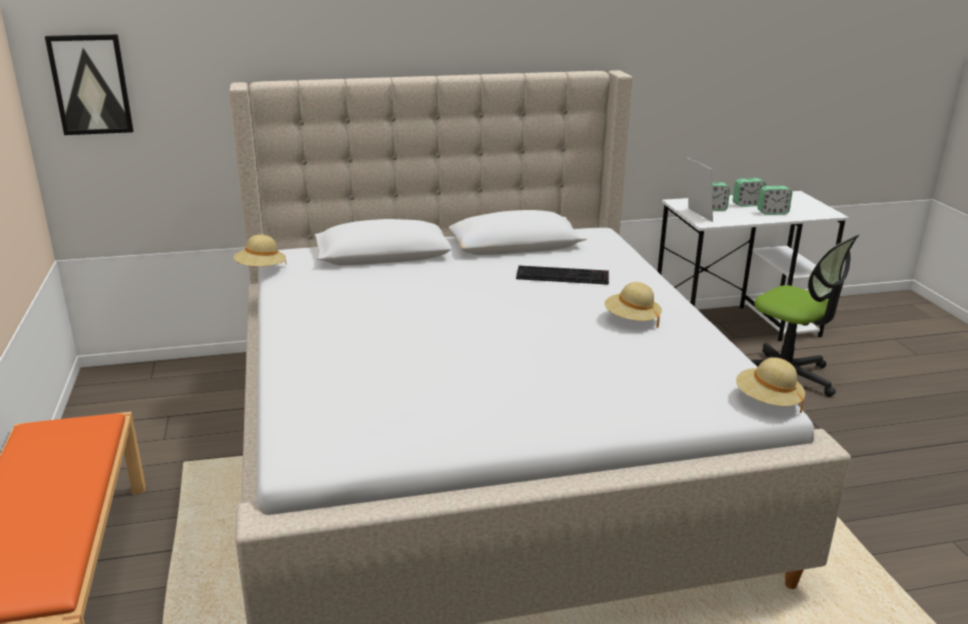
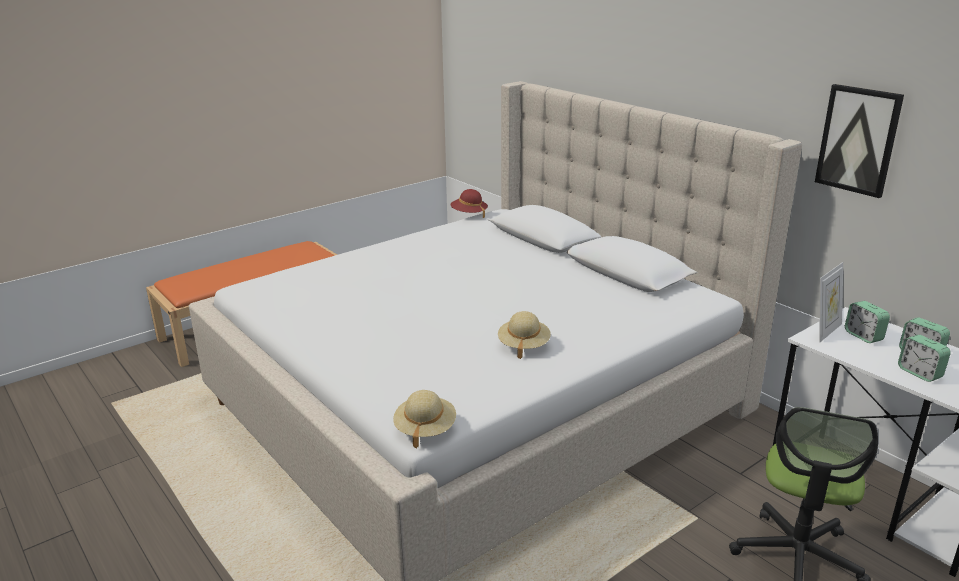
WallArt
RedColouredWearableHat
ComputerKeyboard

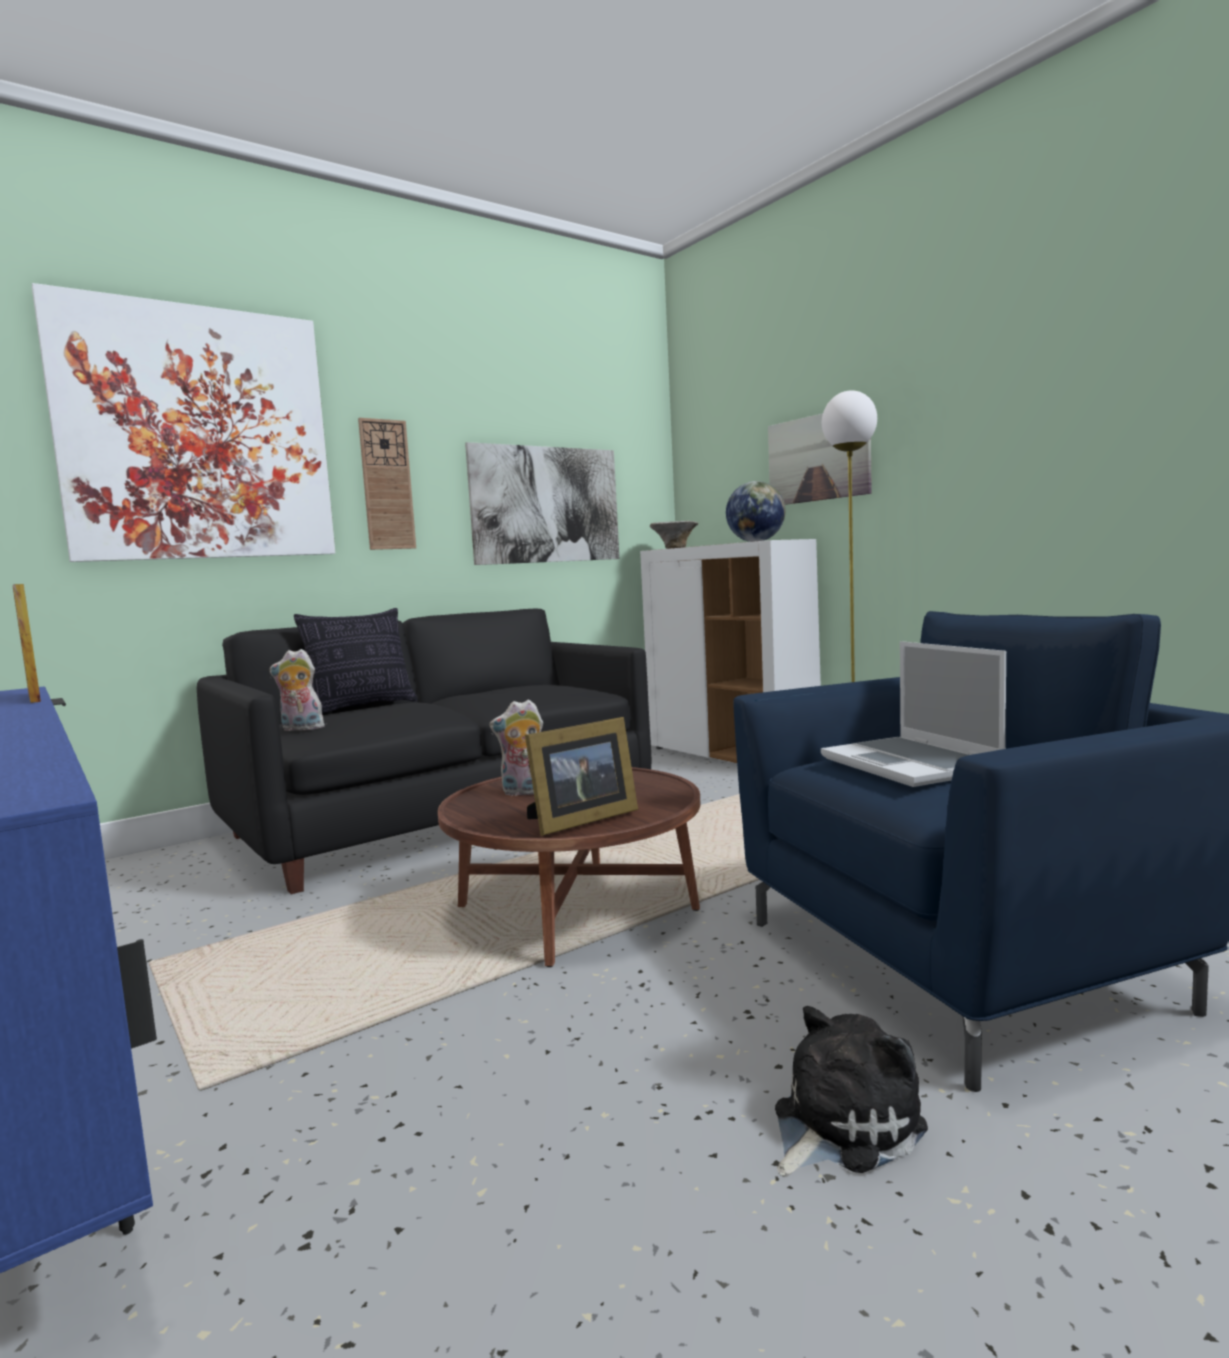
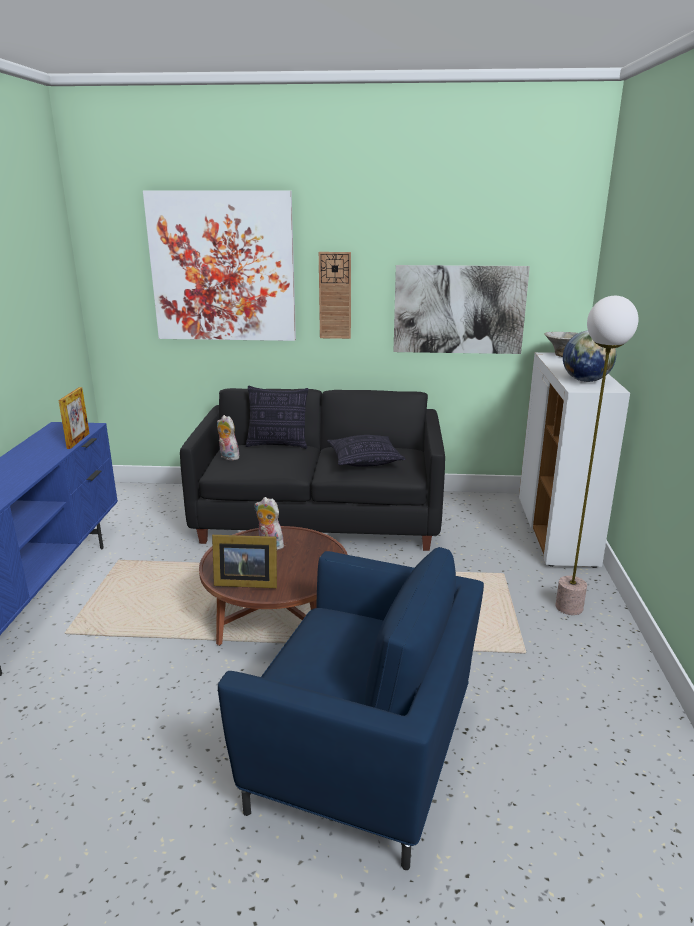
WallArt (3rd from left in the first image)
NotebookComputer
CuddlyToy (3rd from left in the first image)
Cushion (2nd from left)

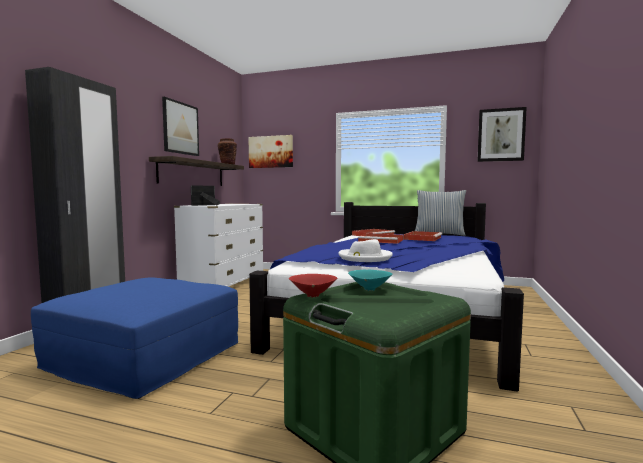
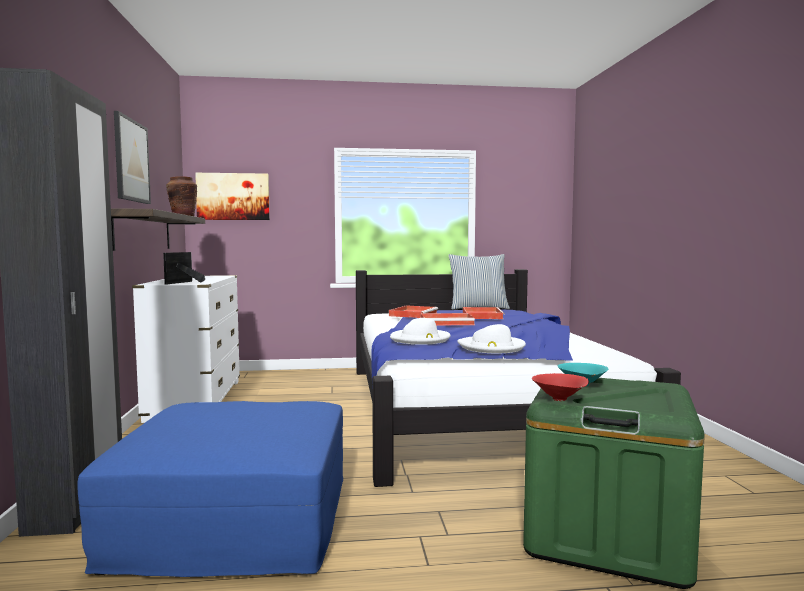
WallArt (3rd from left in the first image)
WhiteColouredWearableHat (1st from left)

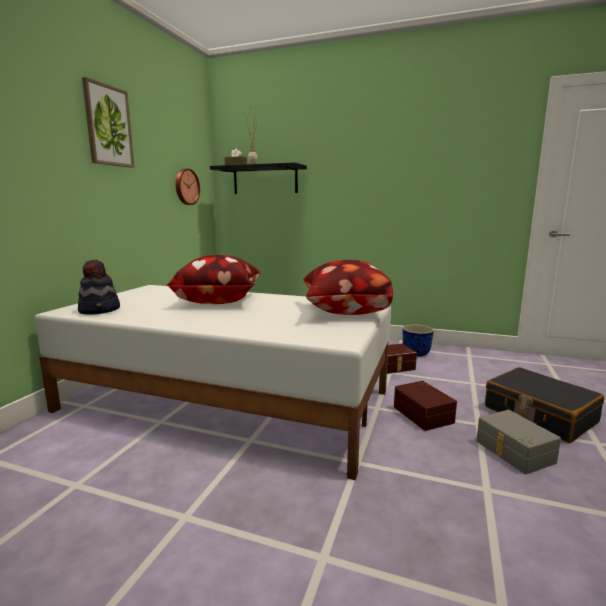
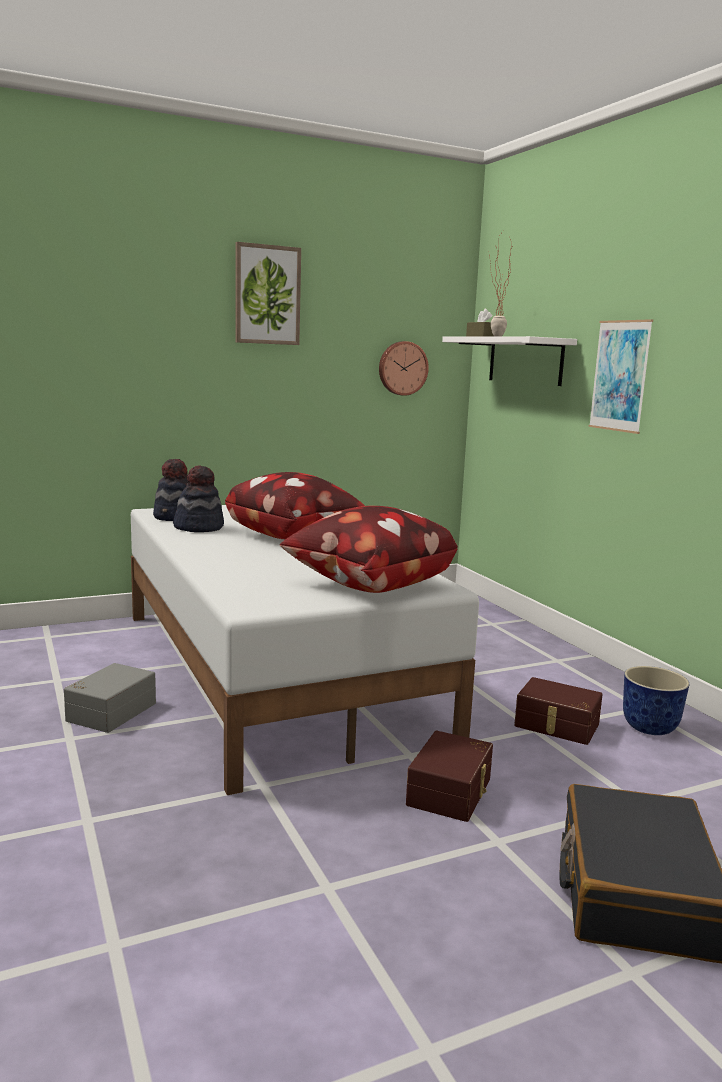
WhiteColouredBracketShelf
GreyishStorageBox
WallArt (2nd from left)
WearableHat (2nd from left)

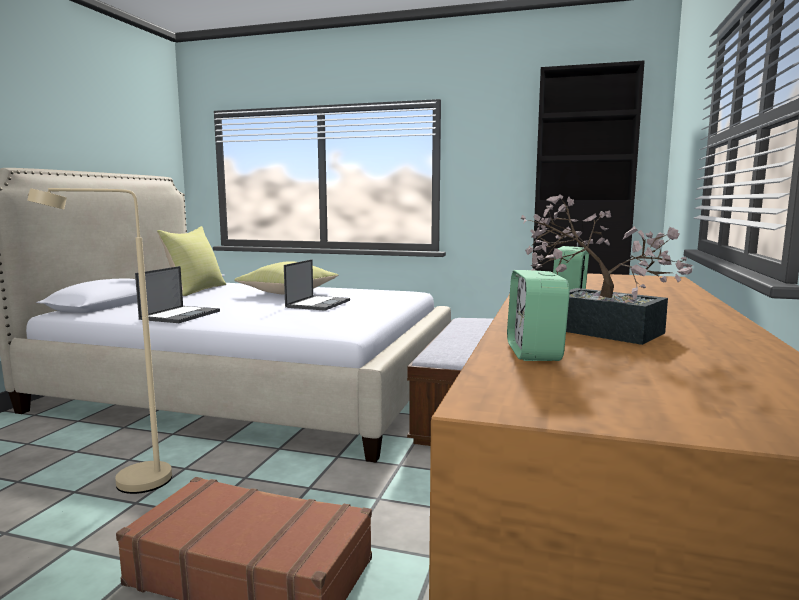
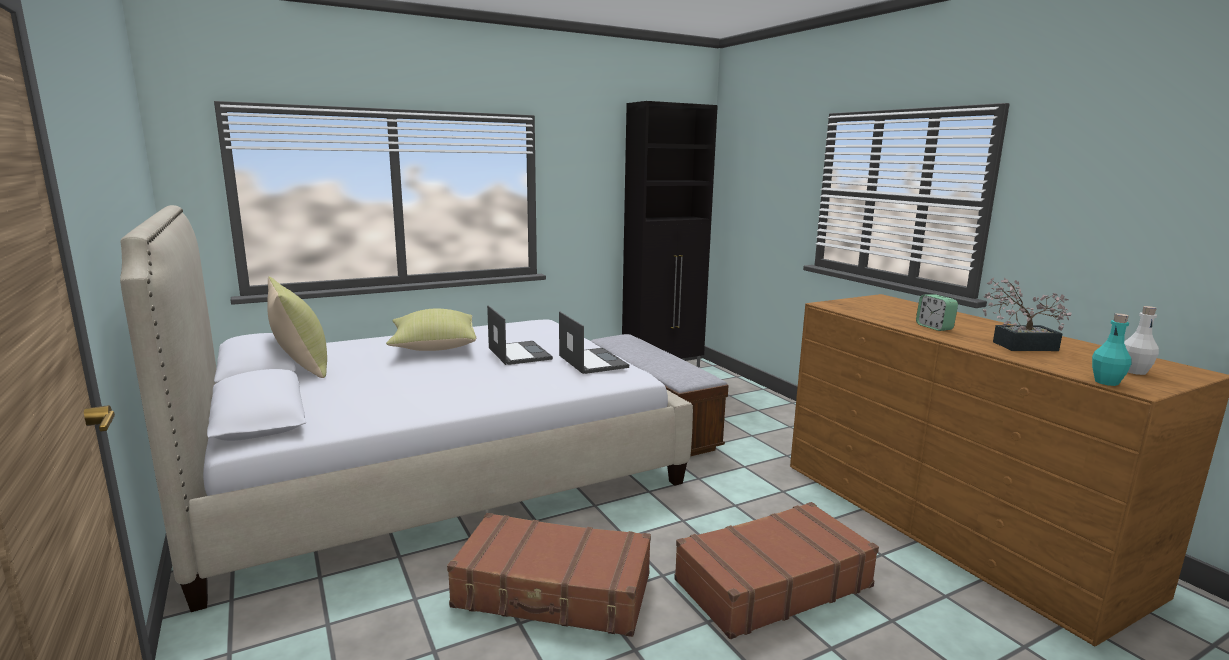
BrownTravelCase (1st from left)
NotebookComputer (2nd from left)
BedsideClock (1st from left in the first image)
WhiteColouredDrinkBottle
BlueGreenDrinkBottle

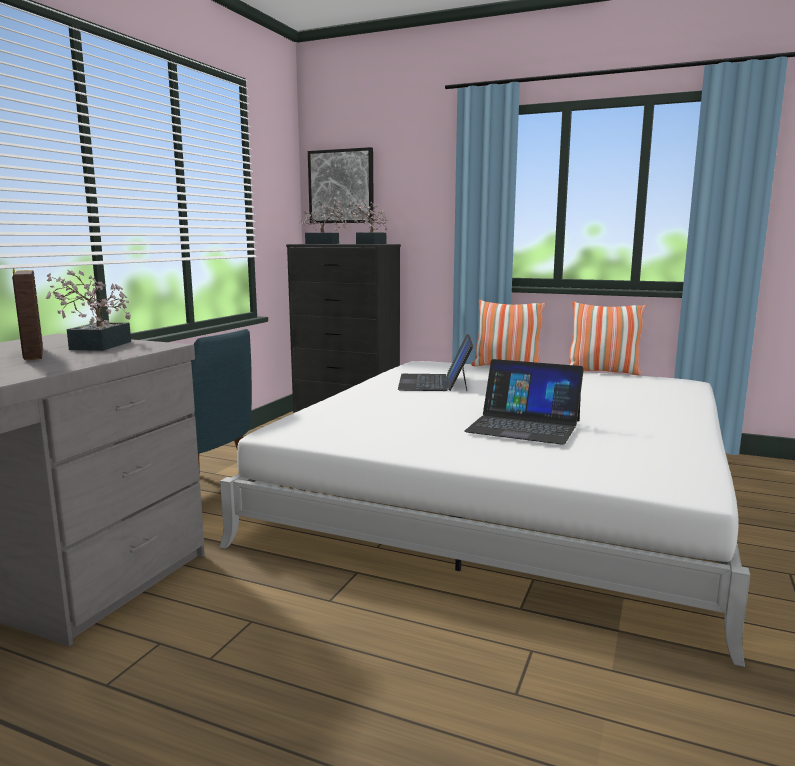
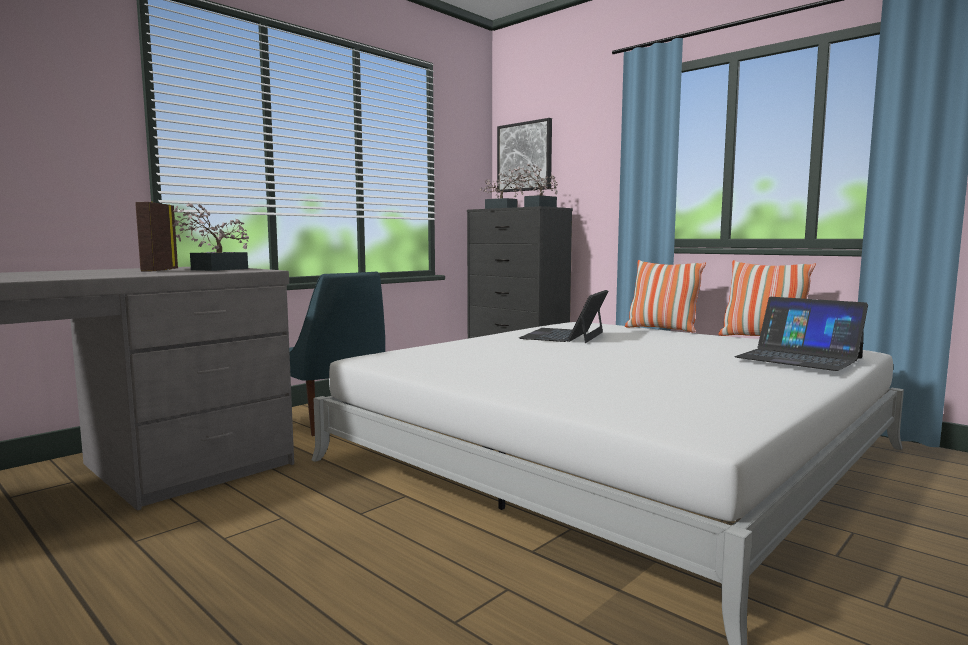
NotebookComputer (2nd from left)

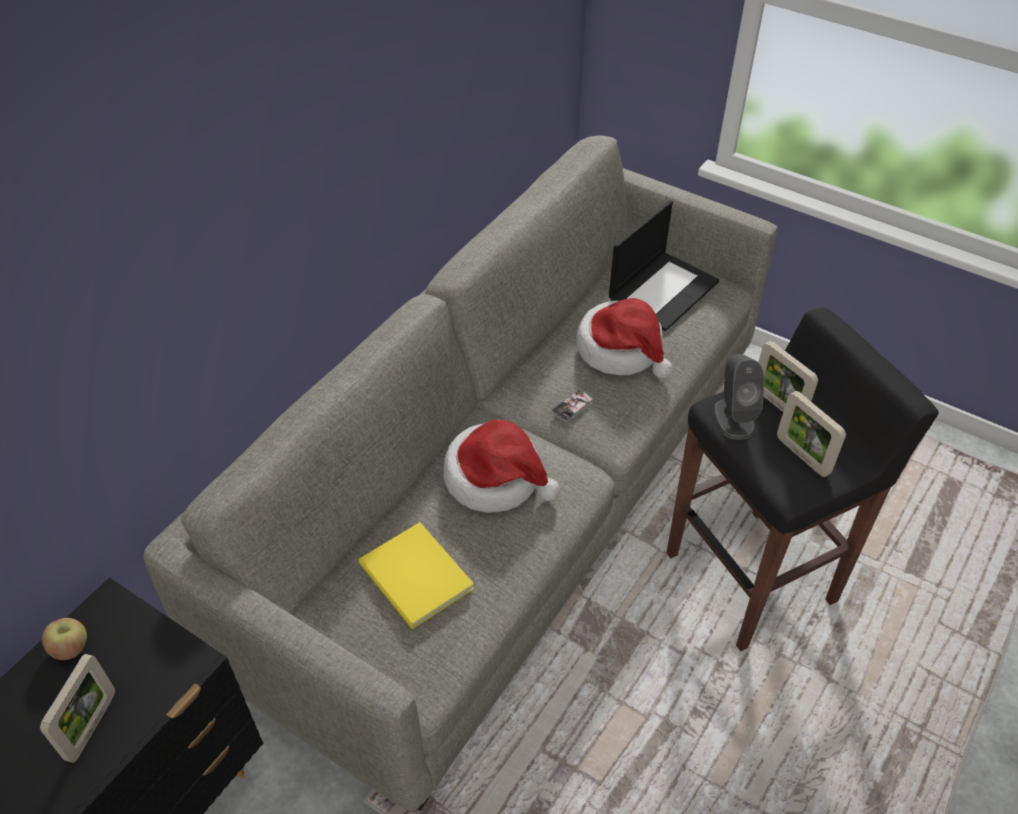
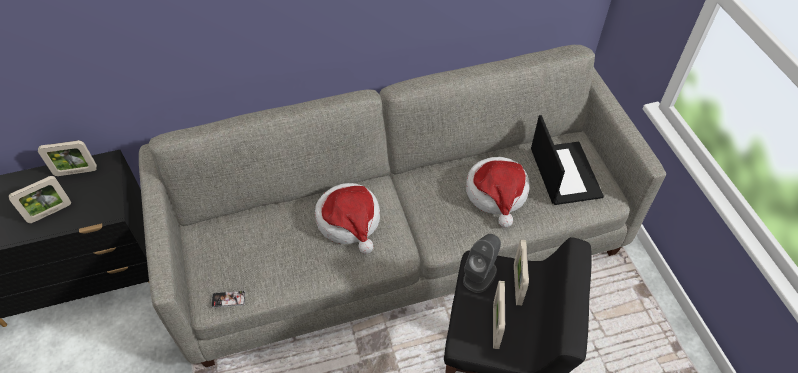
NotebookComputer
Phone
YellowishVolume
PhotoFrame (2nd from left)

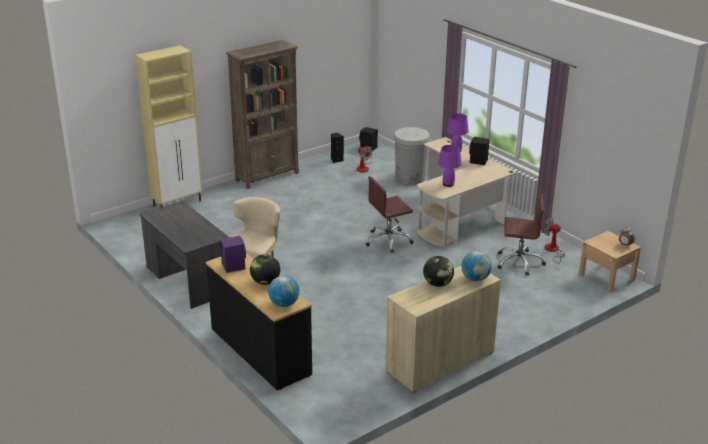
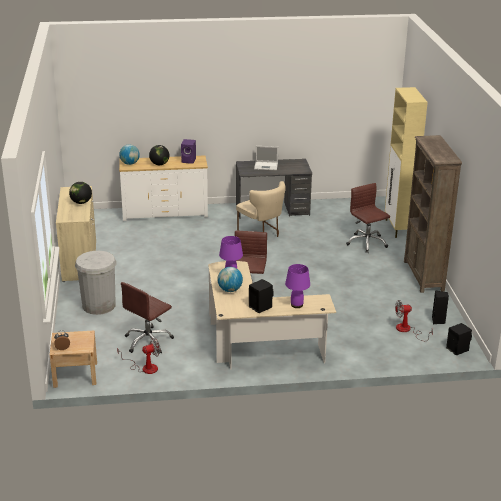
WhiteColouredWasteBin
Globe (4th from left)
WhiteColouredDresser
NotebookComputer
BrownDeskChair (3rd from left)

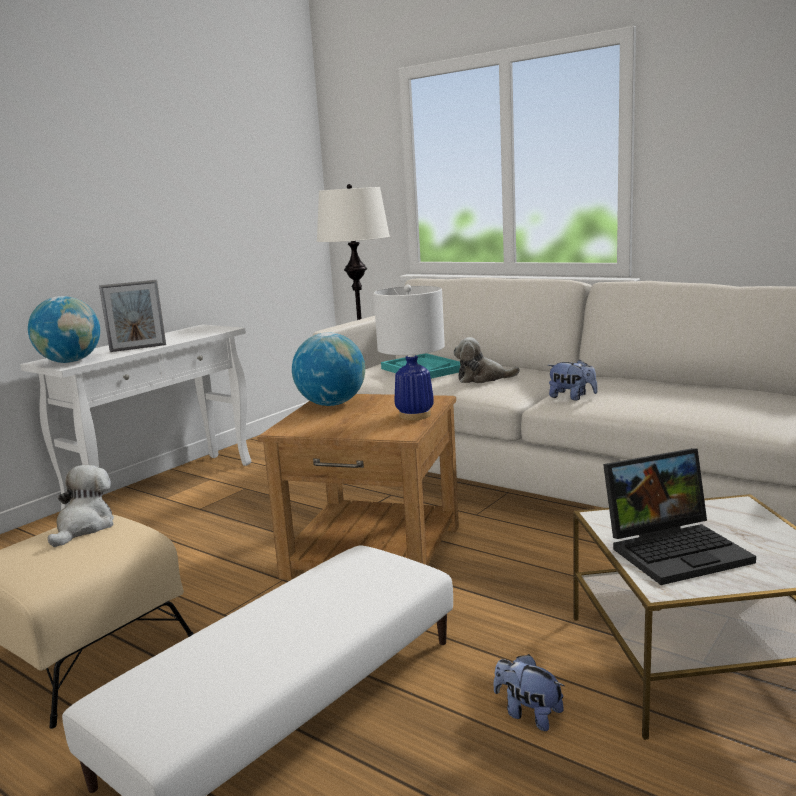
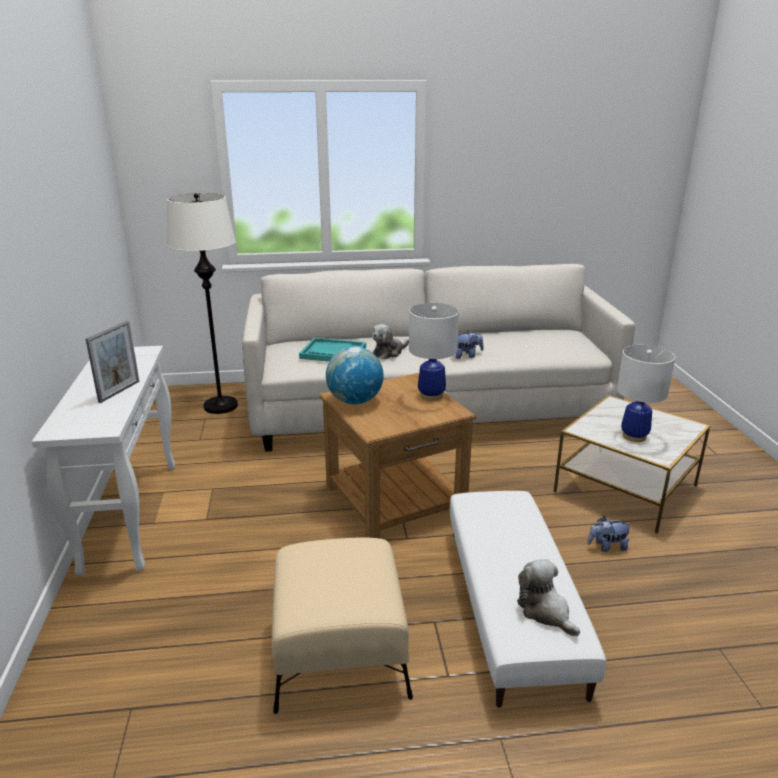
Globe (1st from left in the first image)
WhiteColouredLampForATable (2nd from left)
CuddlyToy (3rd from left)

